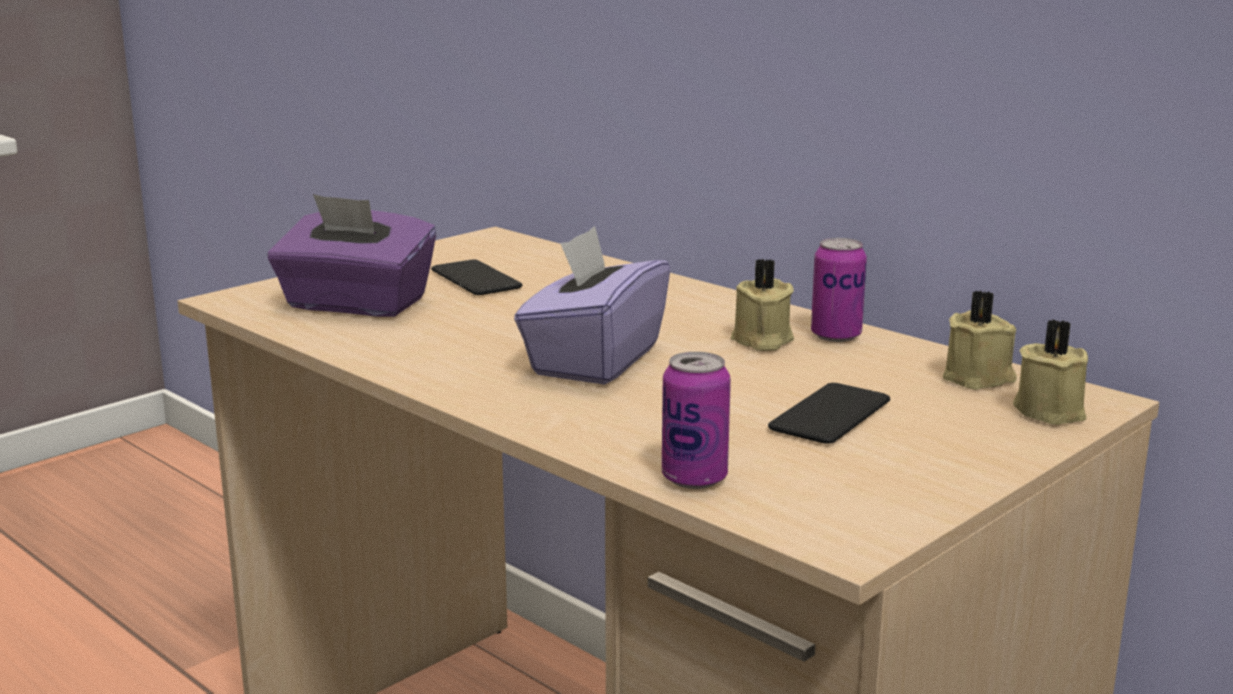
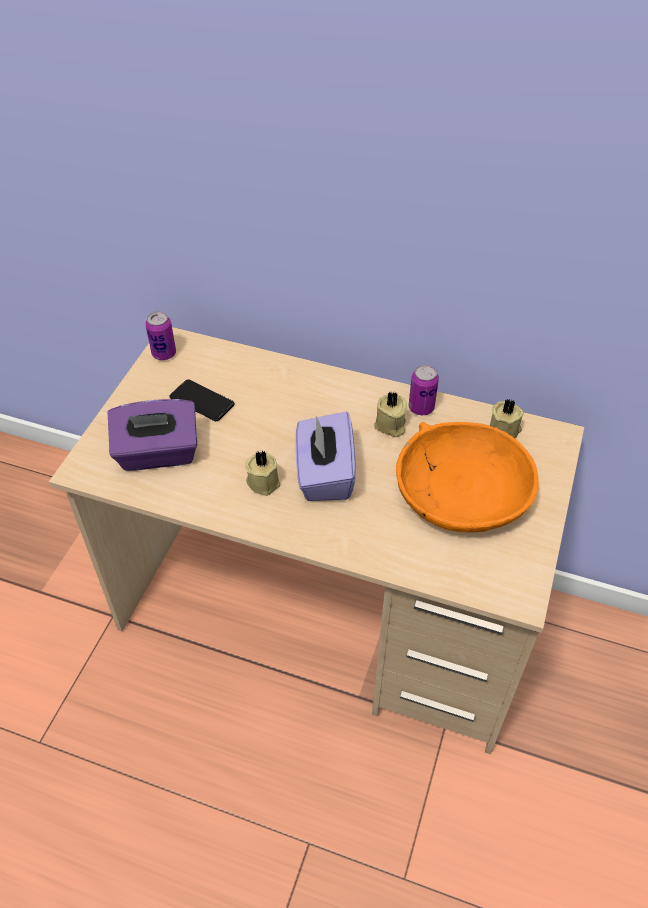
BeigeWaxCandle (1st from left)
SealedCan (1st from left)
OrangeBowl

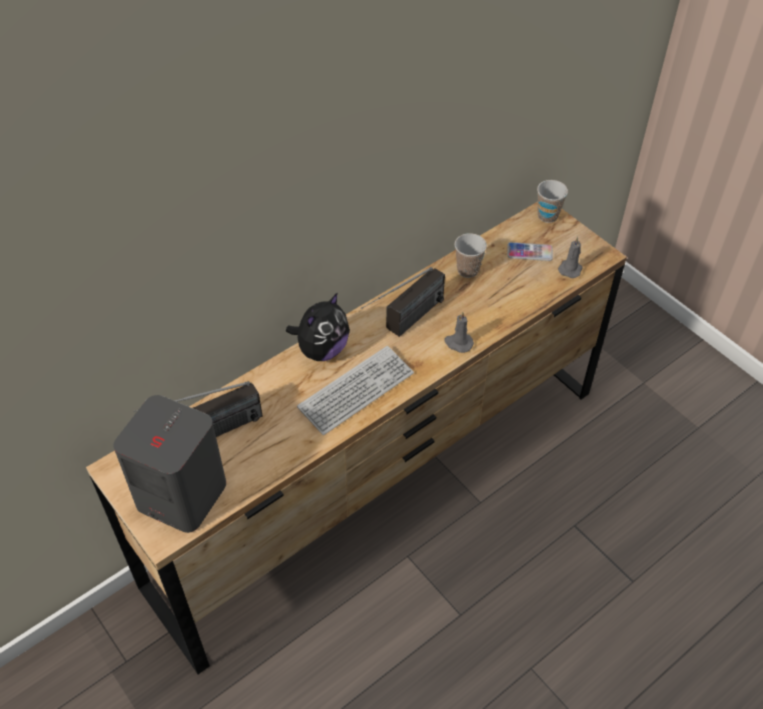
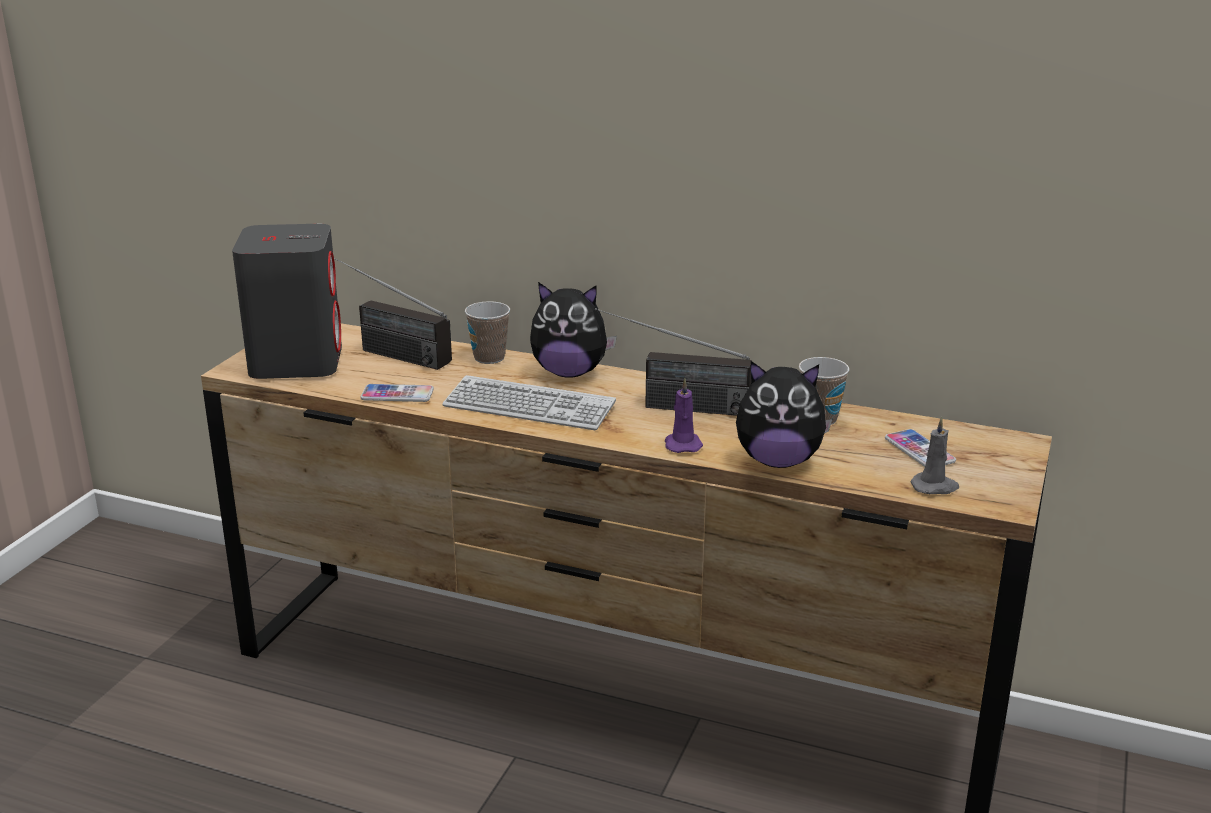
Cup (1st from left)
PurpleWaxCandle
CuddlyToy (2nd from left)
Phone (1st from left)

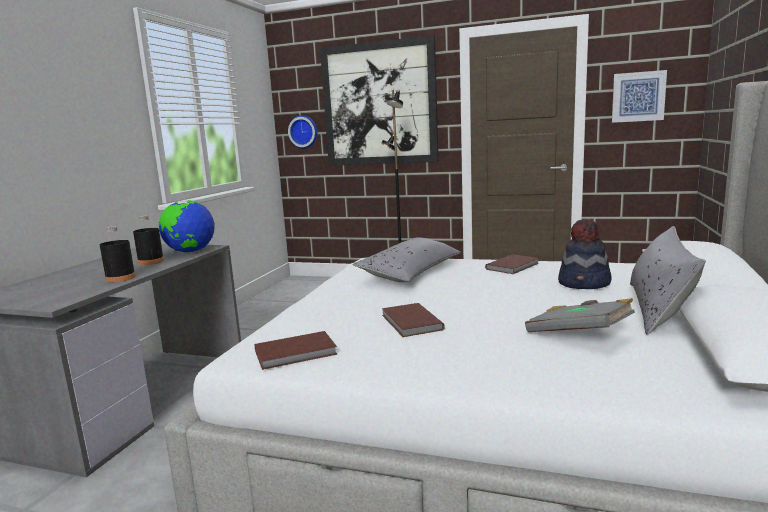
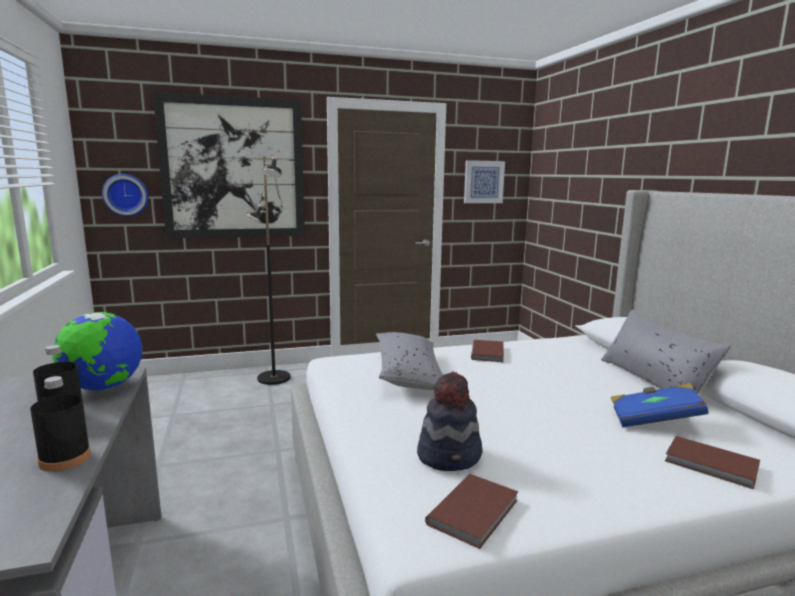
WearableHat
BluishVolume
BrownVolume (3rd from left)

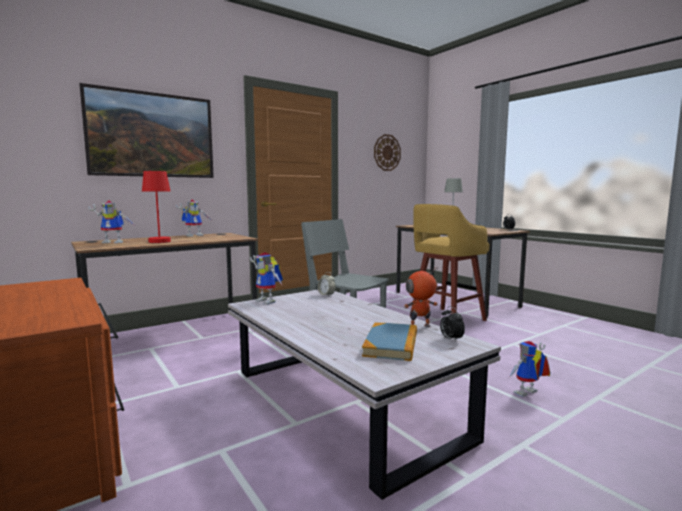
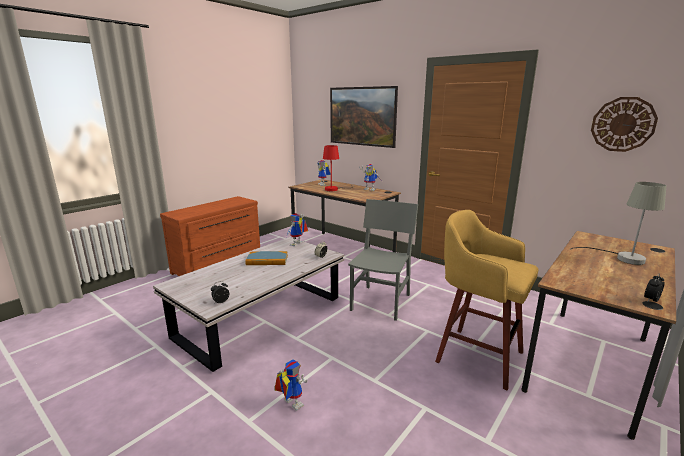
ToyRobot (4th from left in the first image)
Volume

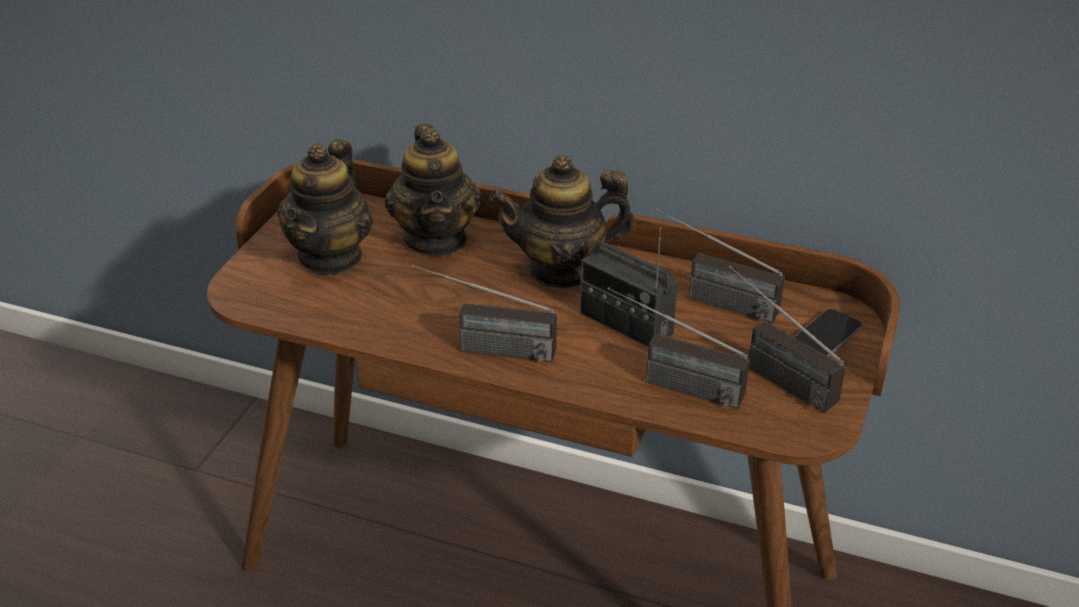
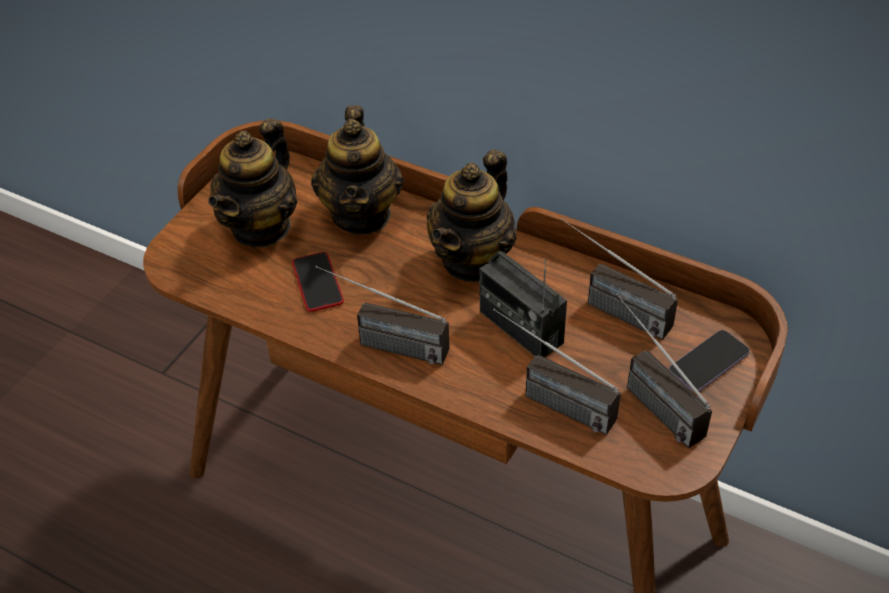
Teapot (3rd from left)
Phone (1st from left)

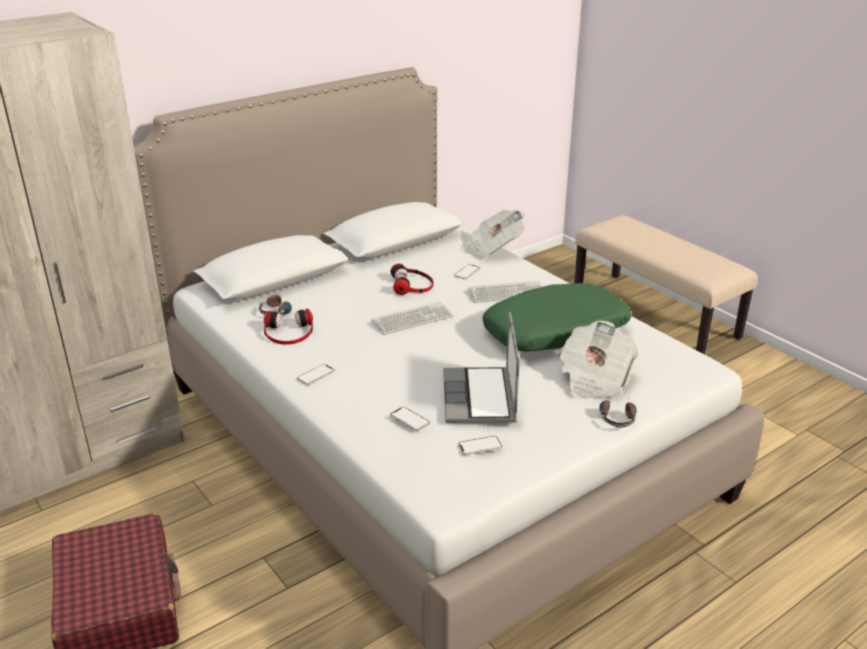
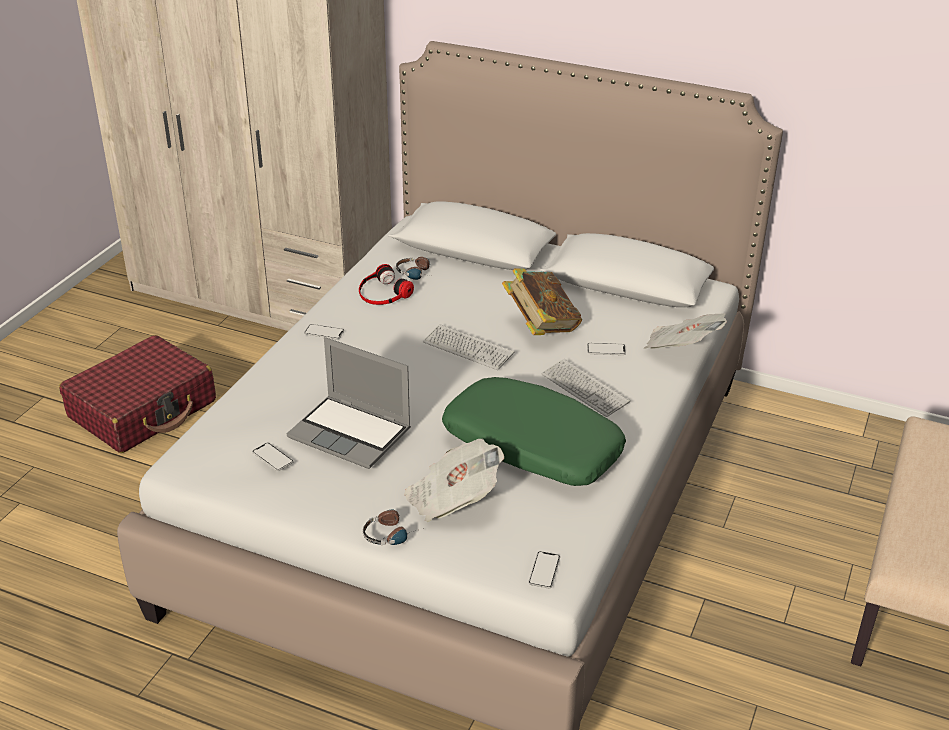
Volume
NotebookComputer
Phone (3rd from left)

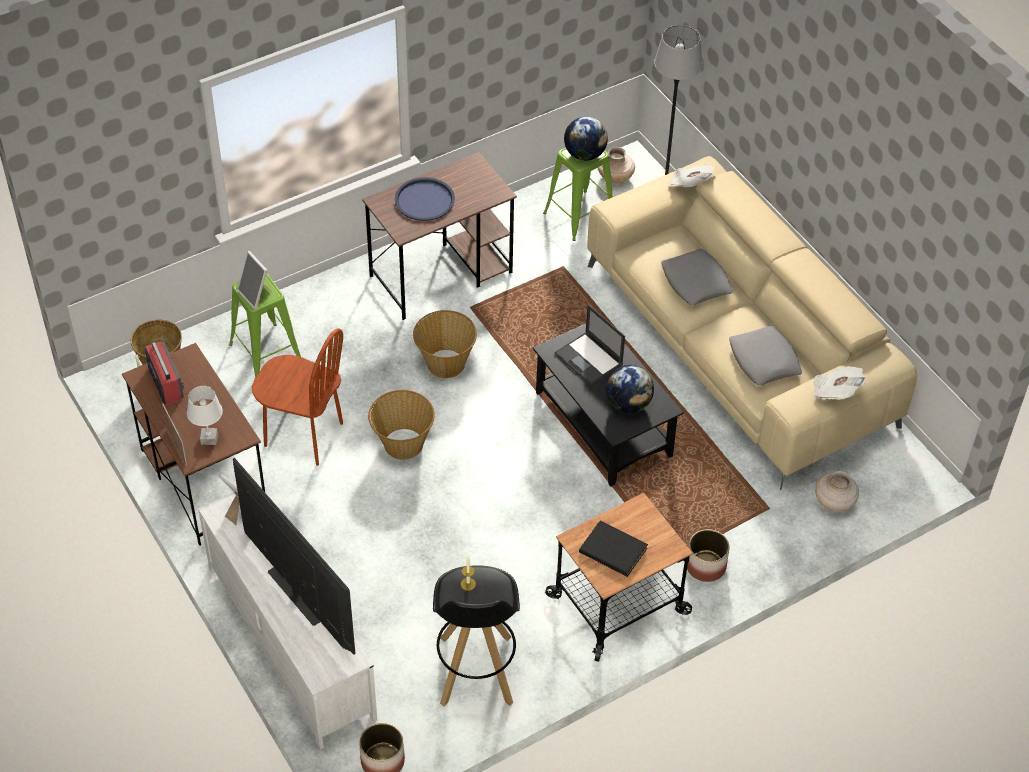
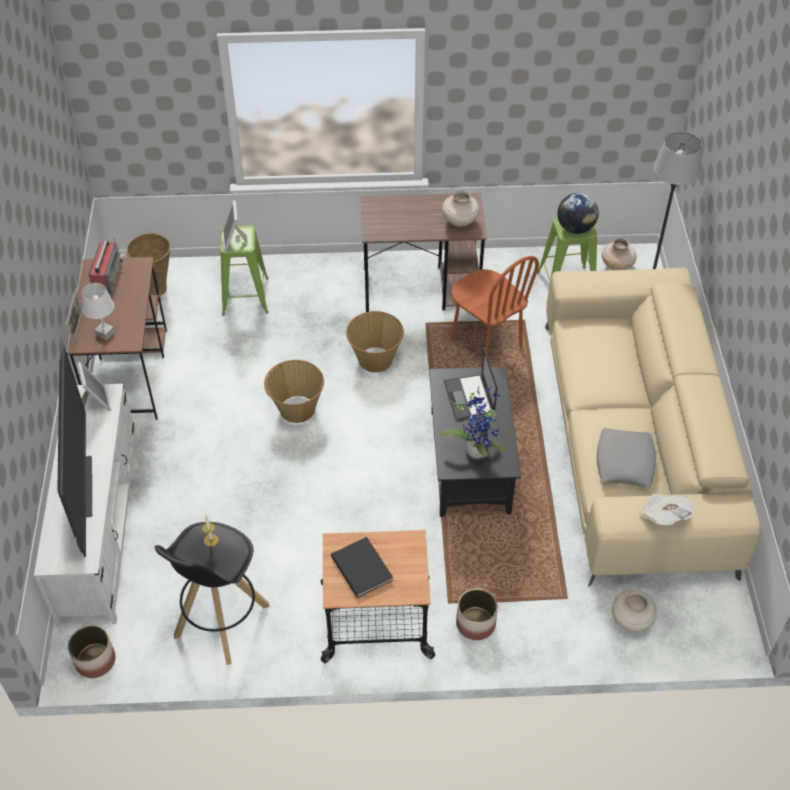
PrintedPaper (1st from left in the first image)
BluishServingTray
GreyishCushion (1st from left in the first image)
BrownPlainChair
Houseplant
BeigeFlowerVase (1st from left)

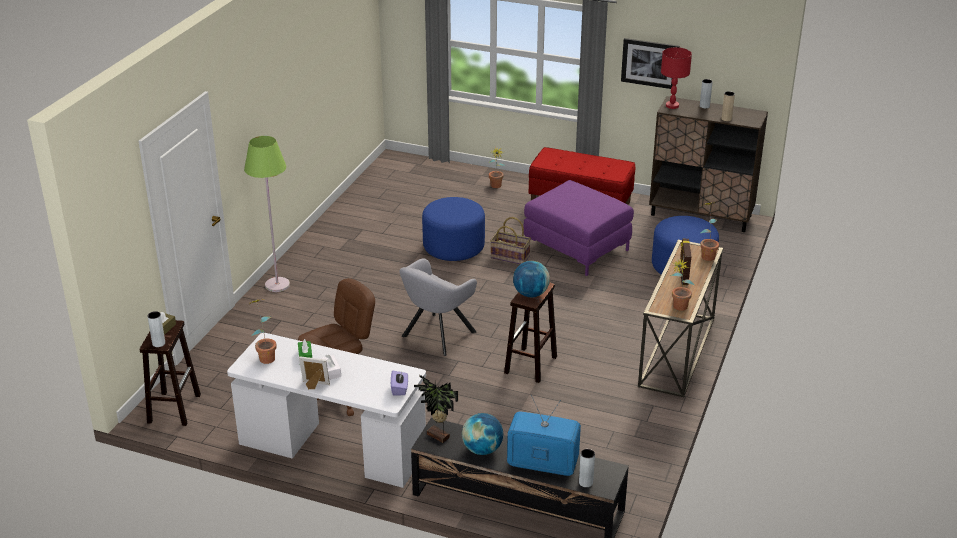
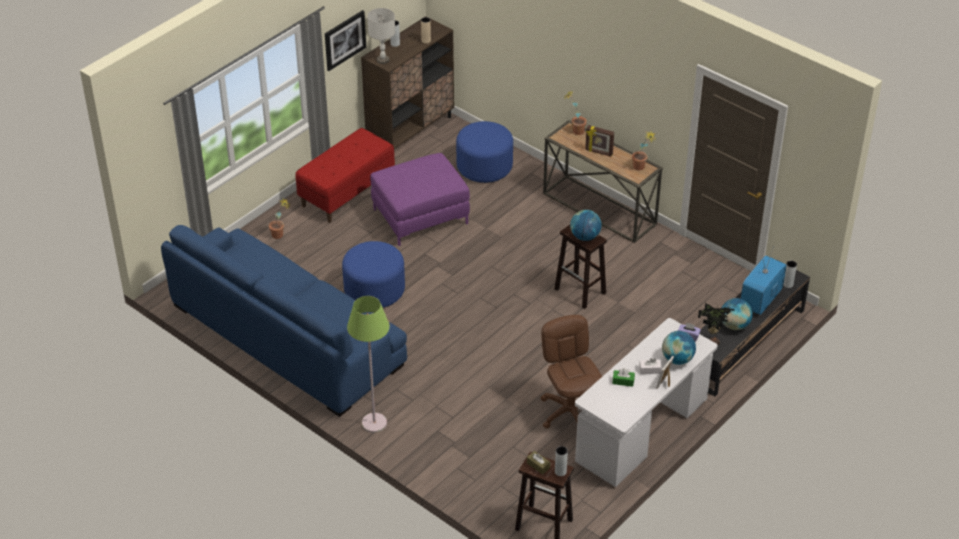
GreyishLampForATable
HouseholdBasket
GreyishLoungeChair
Houseplant (1st from left in the first image)
BluishSettee
Globe (2nd from left)

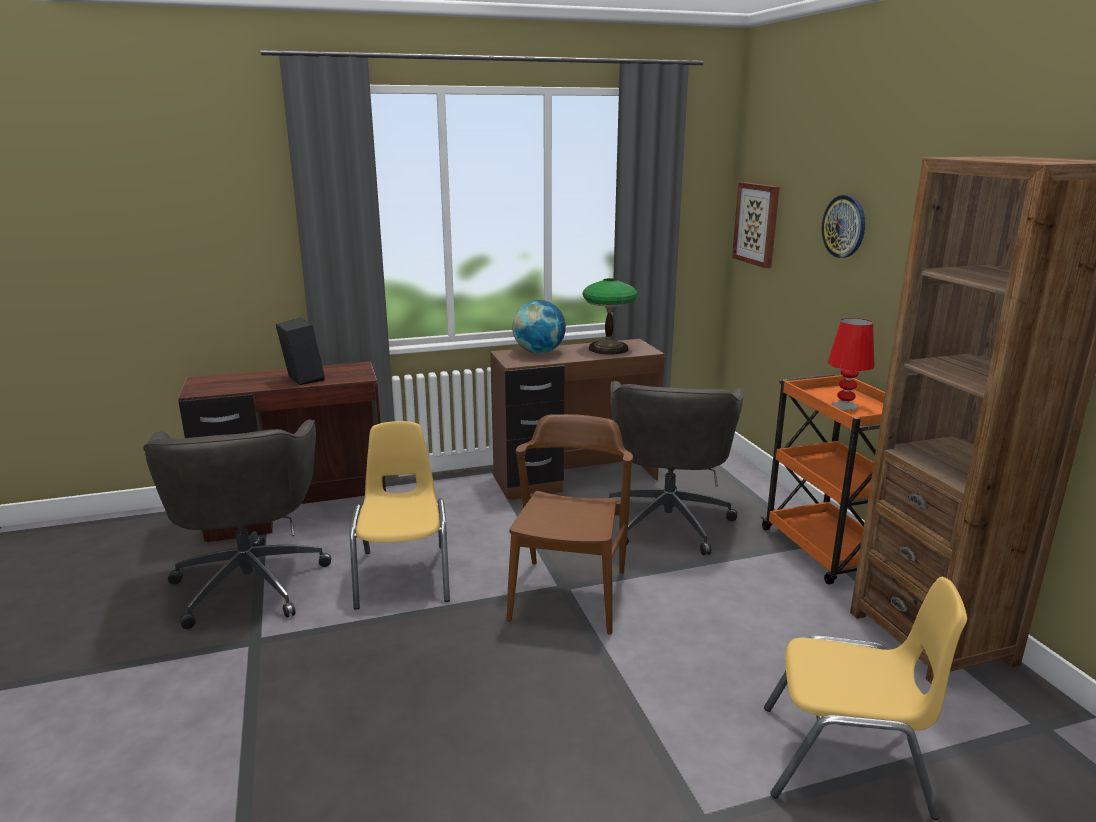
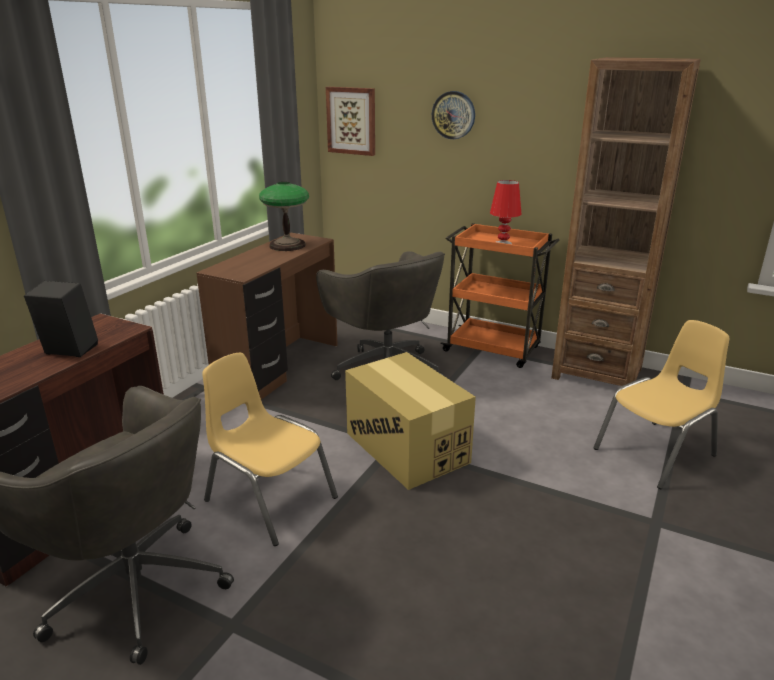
Globe
CardboardBox

